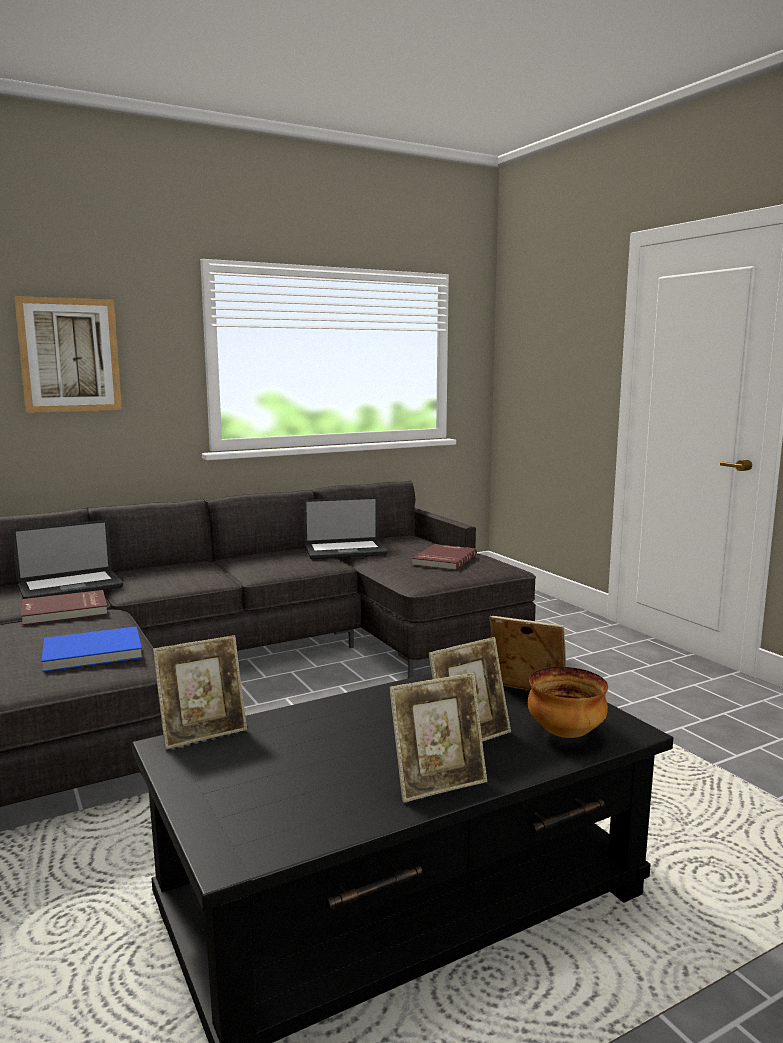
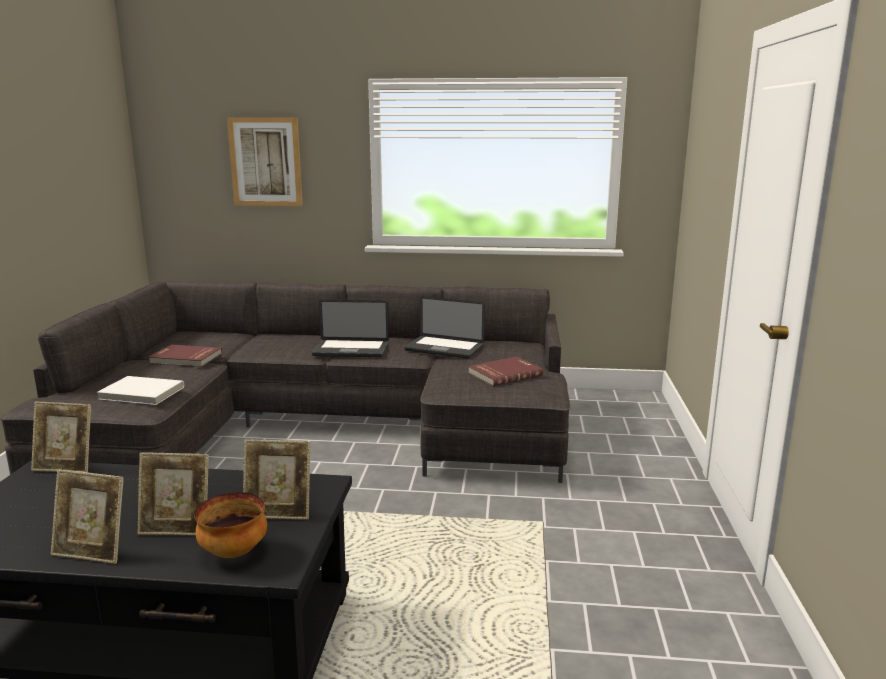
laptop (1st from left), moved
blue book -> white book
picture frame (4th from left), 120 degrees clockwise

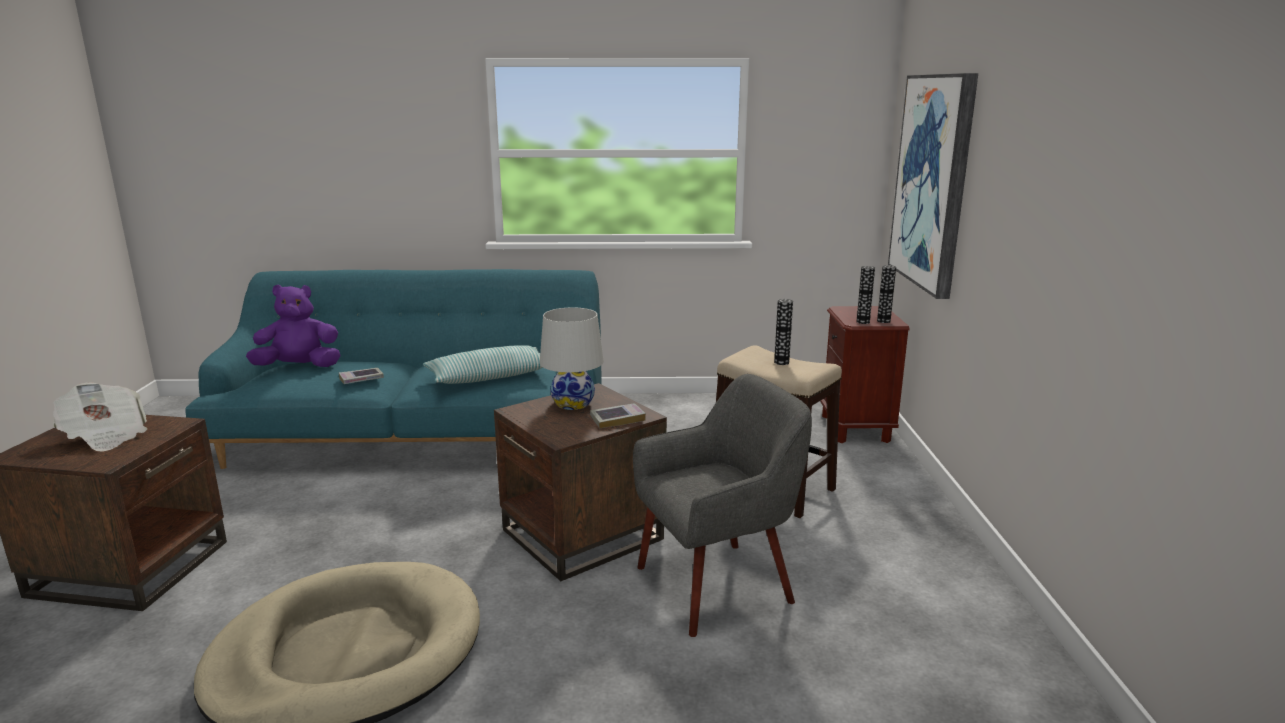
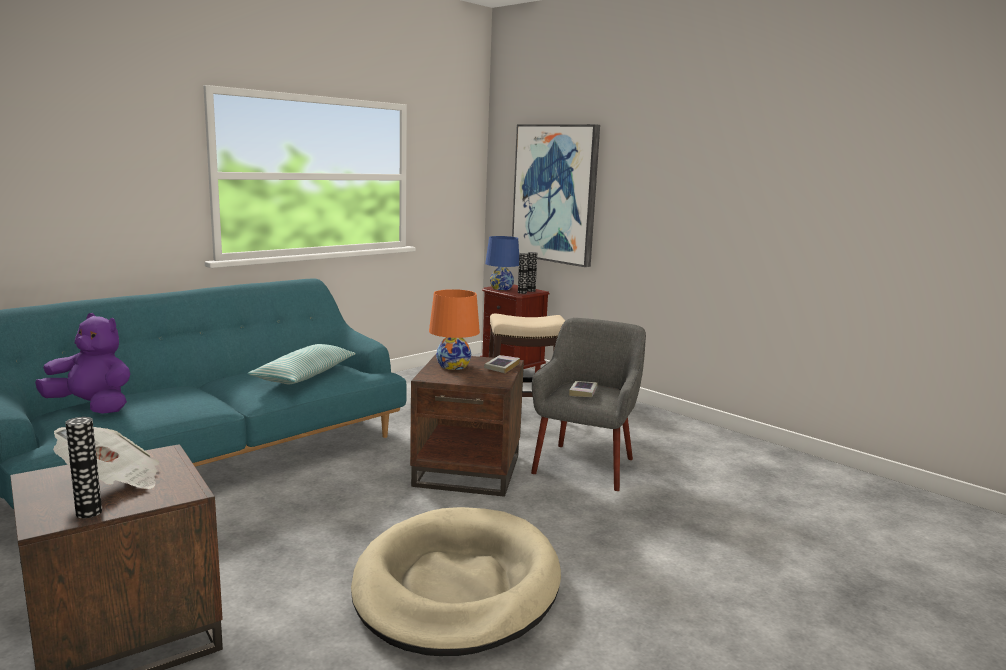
none -> blue table lamp
book (1st from left in the first image) -> book (2nd from left), moved
vase (1st from left), moved
white table lamp -> orange table lamp
purple plush toy, 75 degrees clockwise

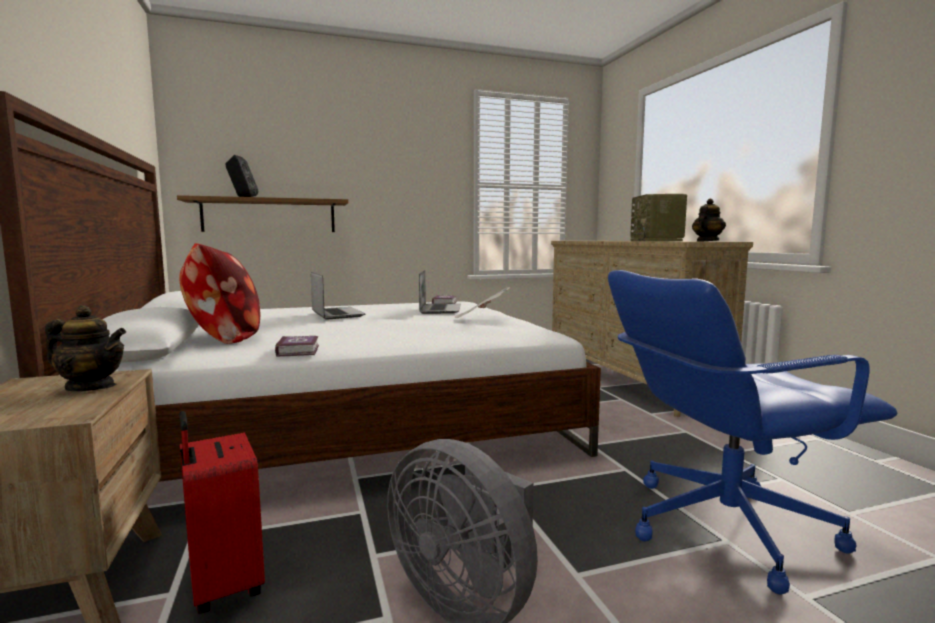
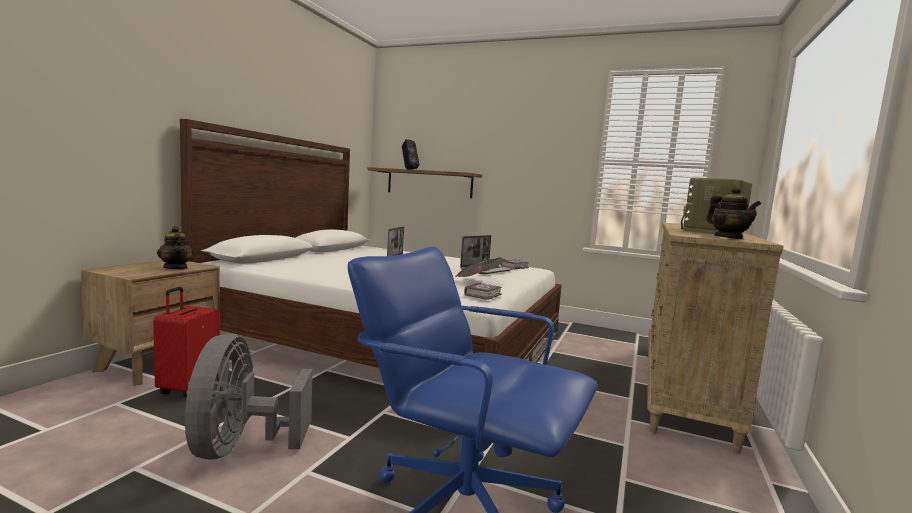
pillow -> none
book (1st from left), moved
teapot (2nd from left), 75 degrees clockwise

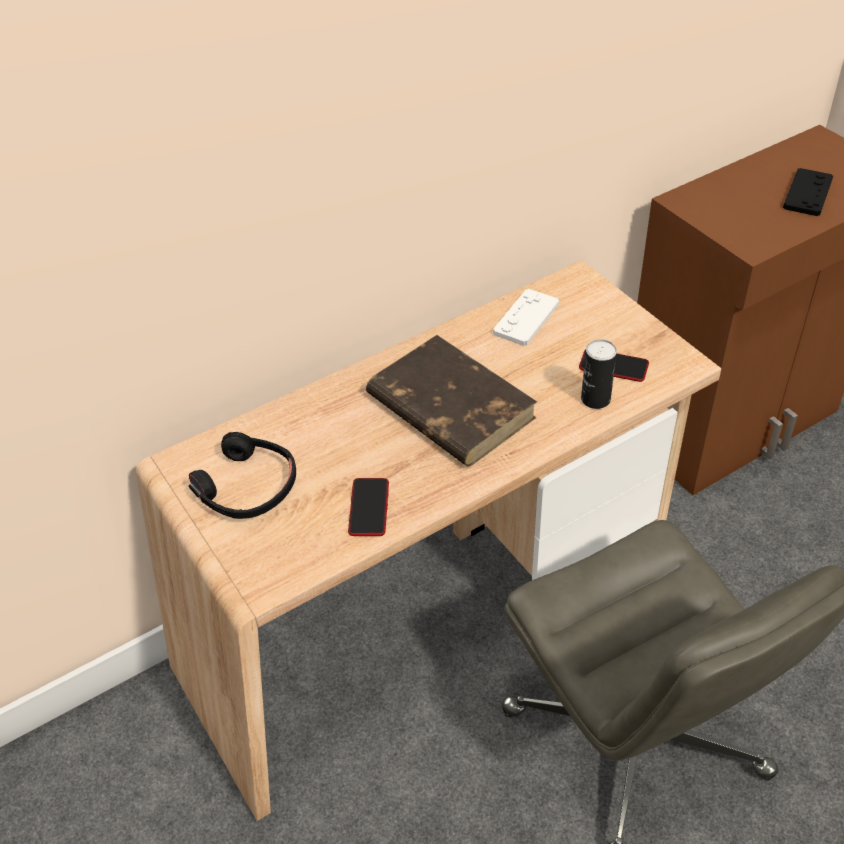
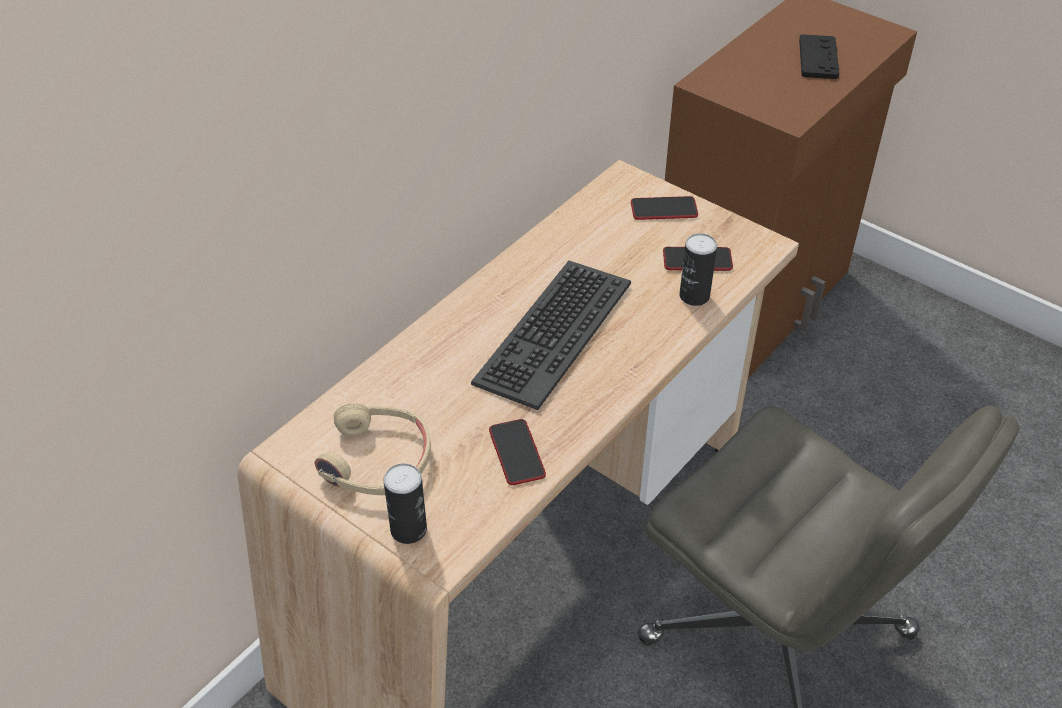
white game controller -> none
none -> can (1st from left)
none -> phone (2nd from left)
brown book -> keyboard
black headphones -> beige headphones

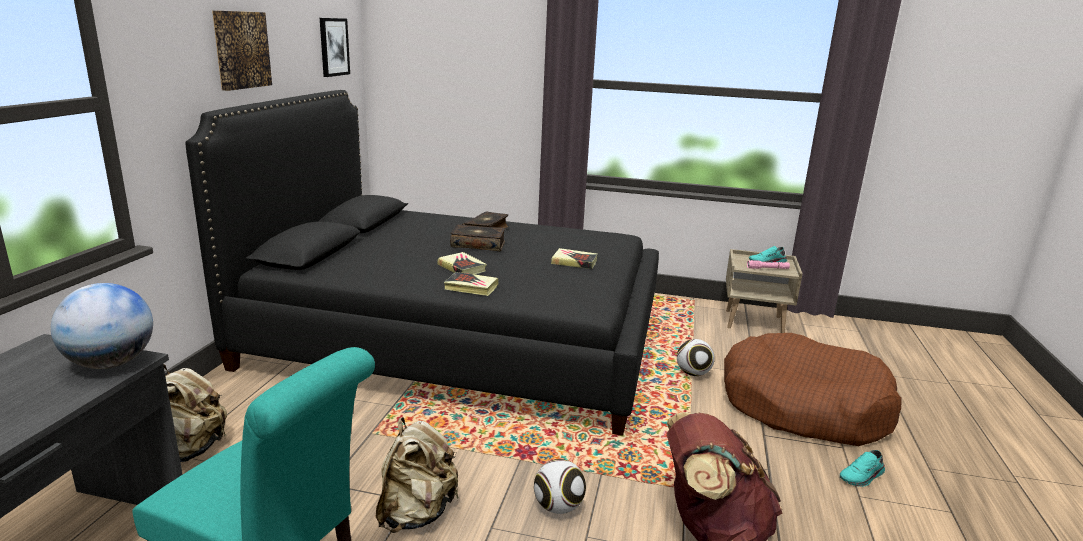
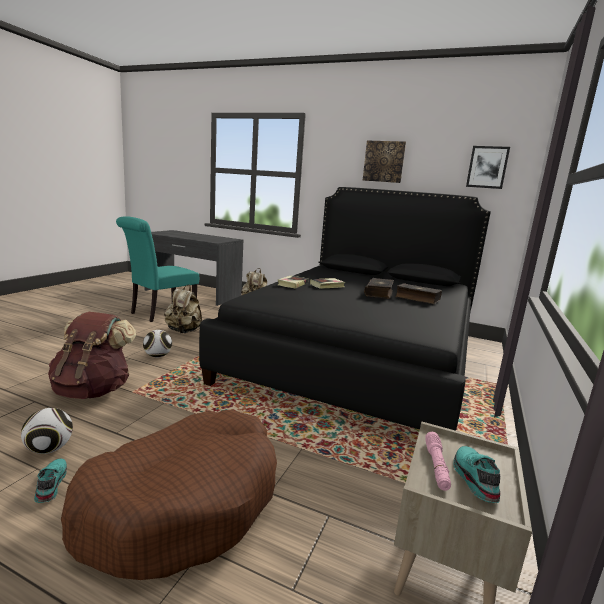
globe -> none
book (5th from left) -> none
football (2nd from left in the first image) -> football (1st from left), moved

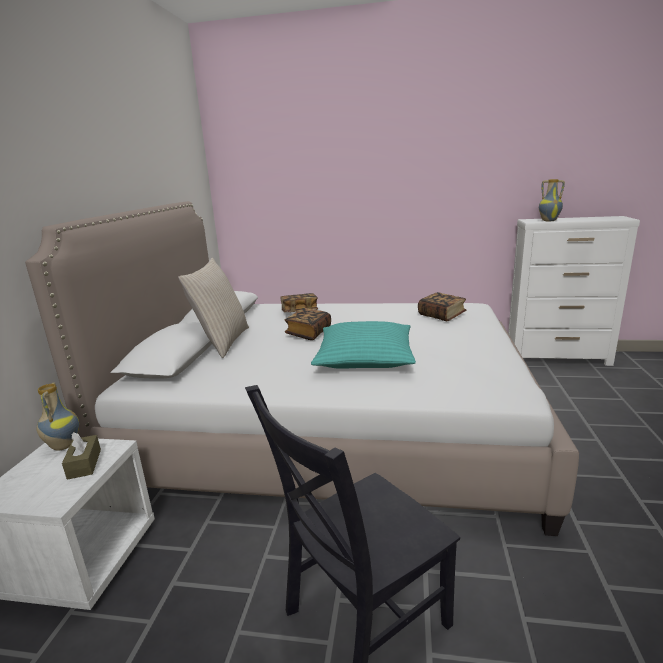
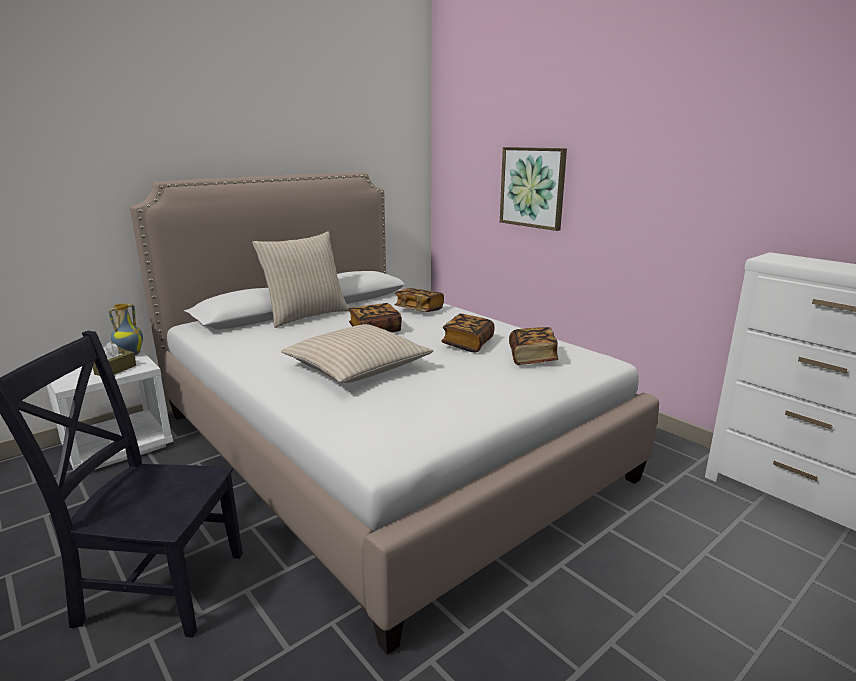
vase (2nd from left) -> none
none -> book (3rd from left)
none -> picture
turquoise pillow -> beige pillow (2nd from left)

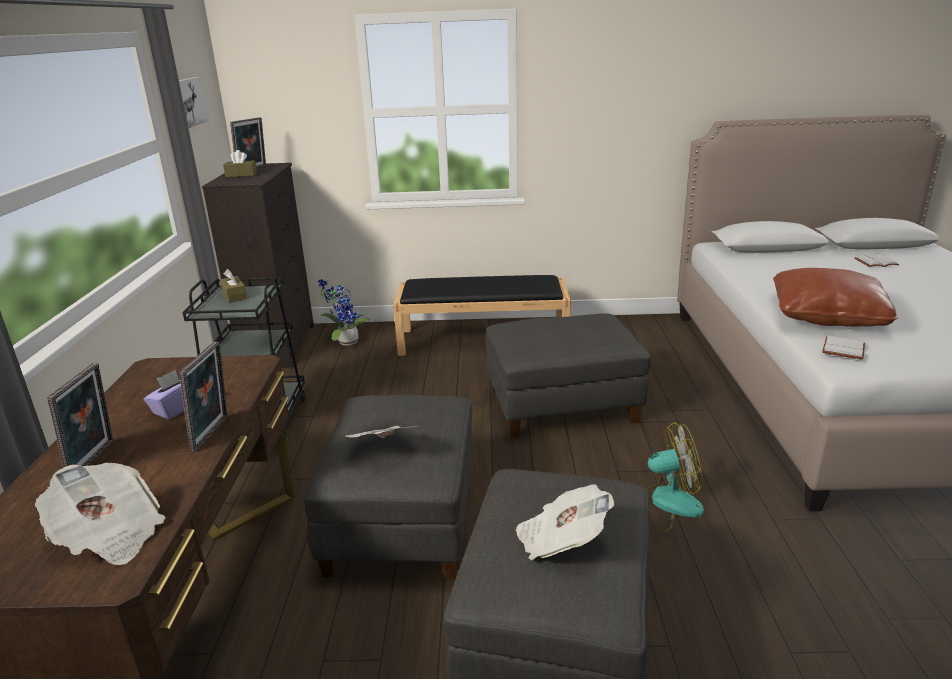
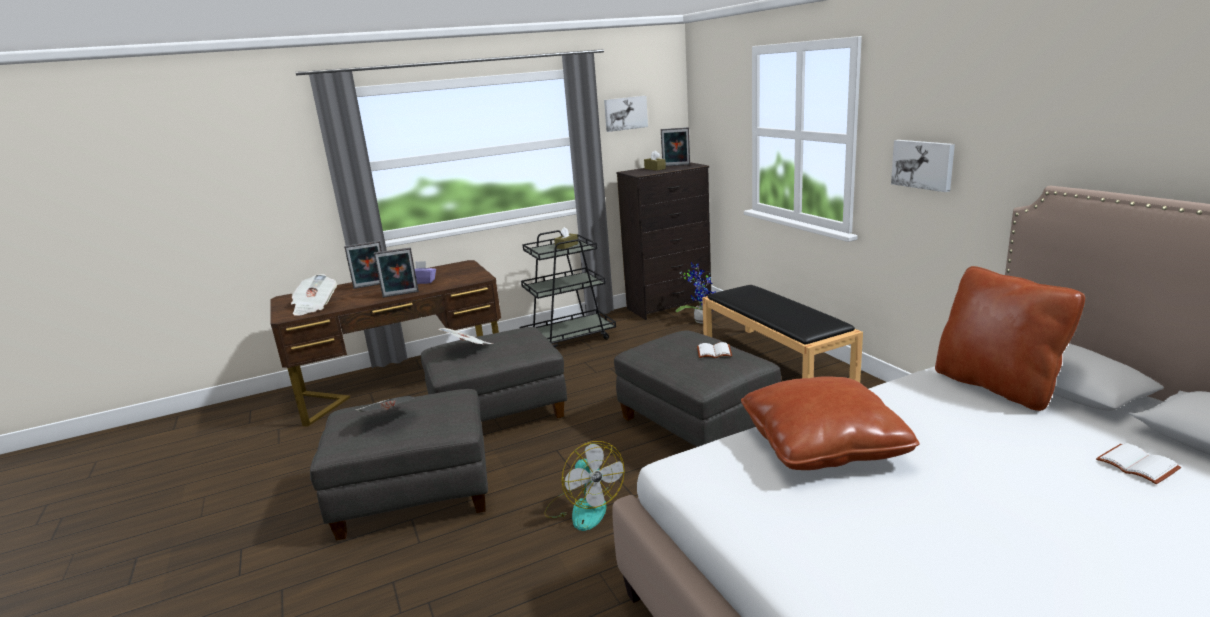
none -> picture (2nd from left)
none -> brown pillow (2nd from left)
white book (1st from left), moved

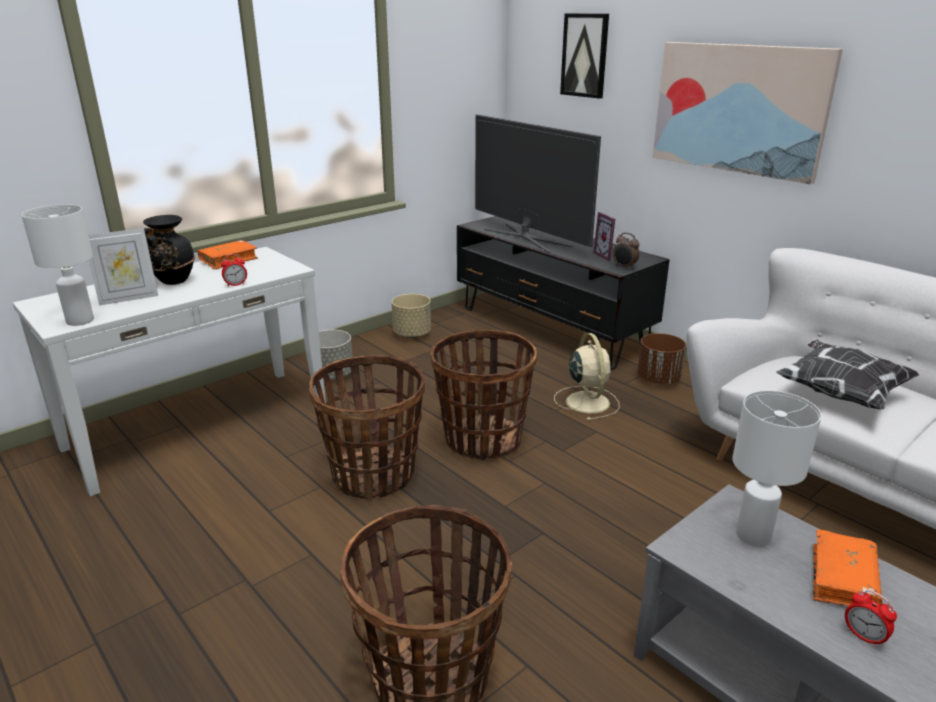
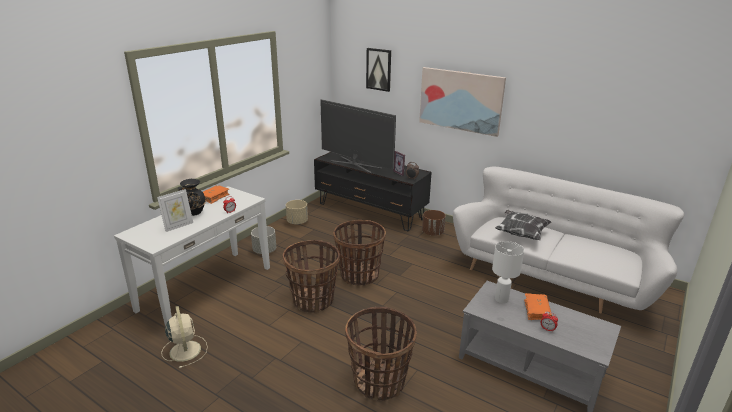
white table lamp (1st from left) -> none
beige fan, moved

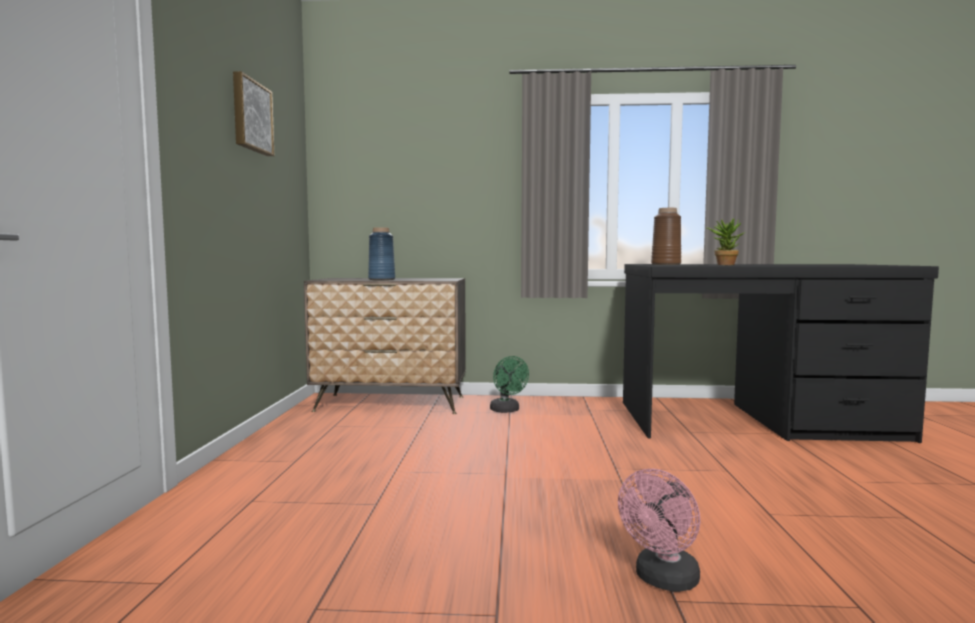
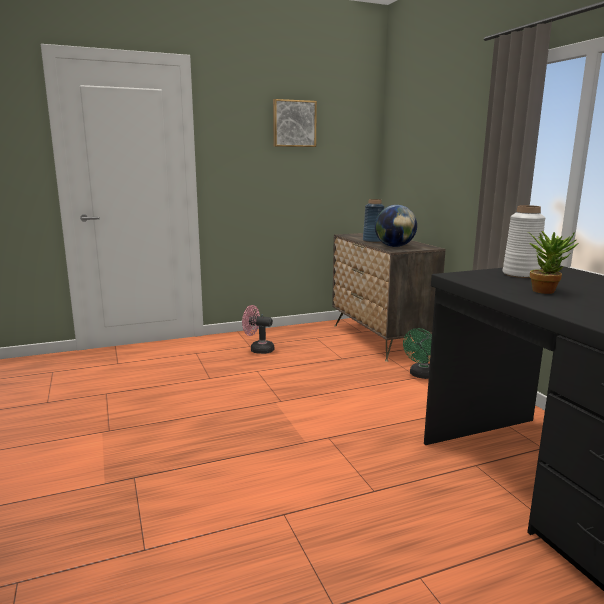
none -> globe
pink fan, moved
brown vase -> white vase

